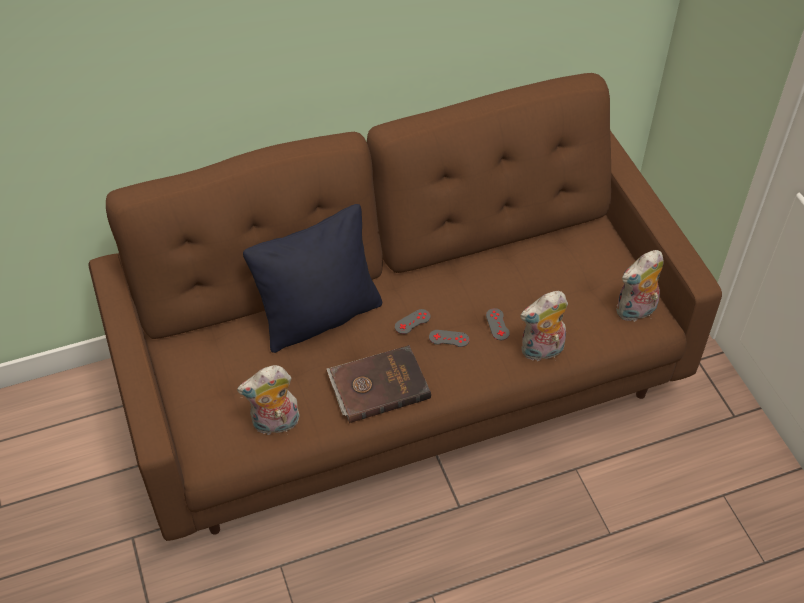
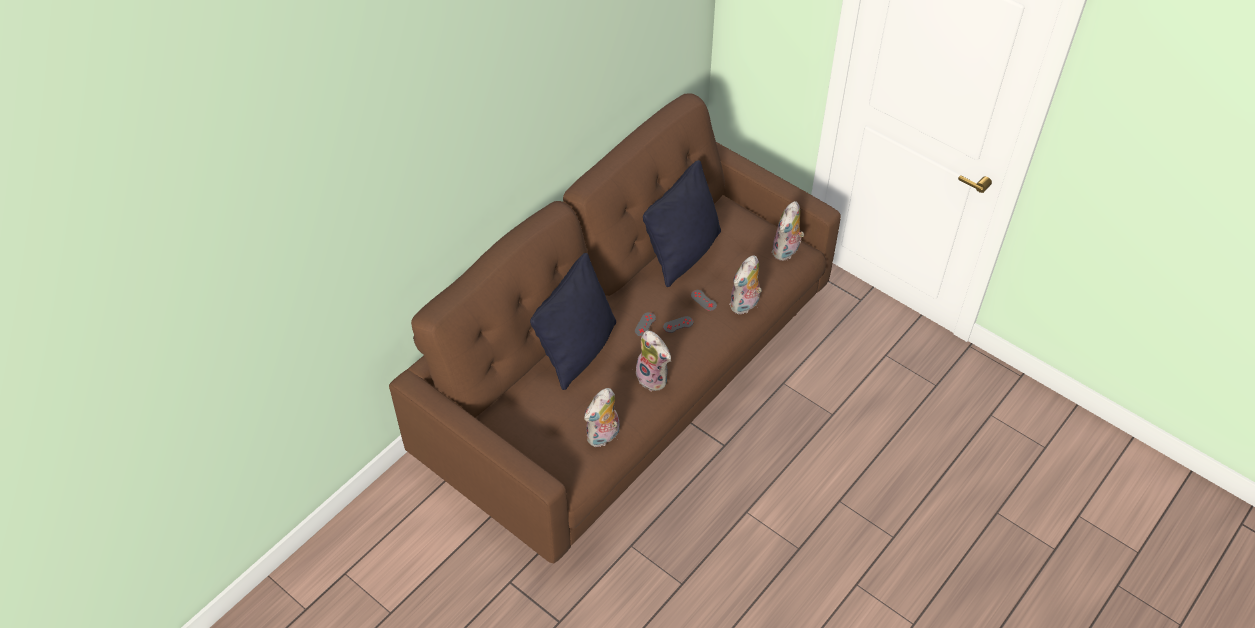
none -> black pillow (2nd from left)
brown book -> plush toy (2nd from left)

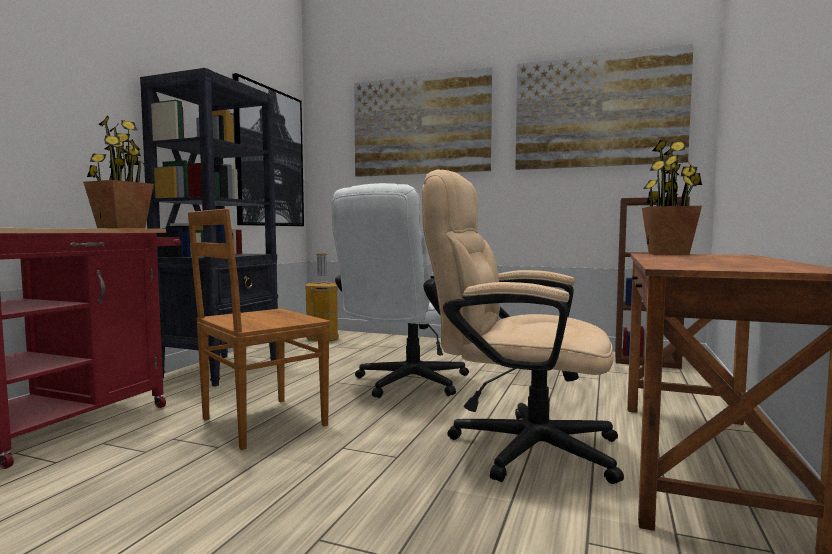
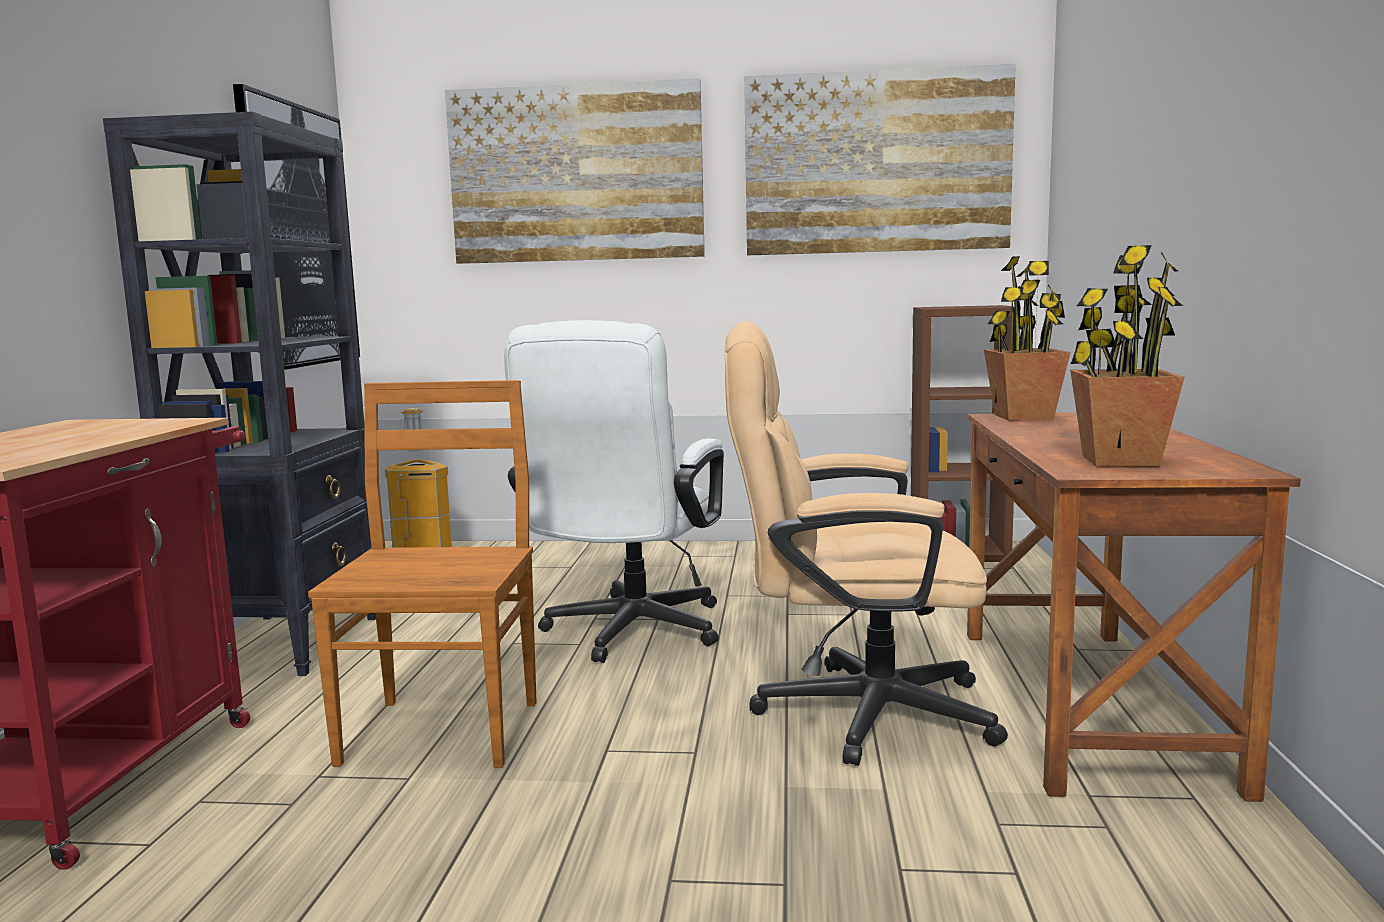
potted plant (1st from left in the first image) -> potted plant (2nd from left), moved
brown chair, 150 degrees clockwise

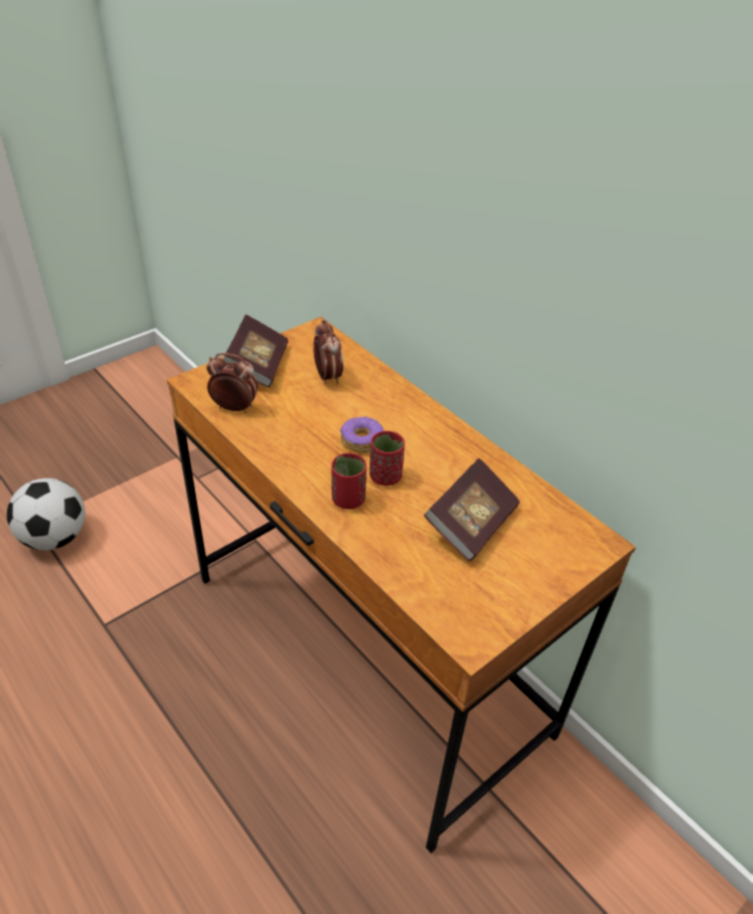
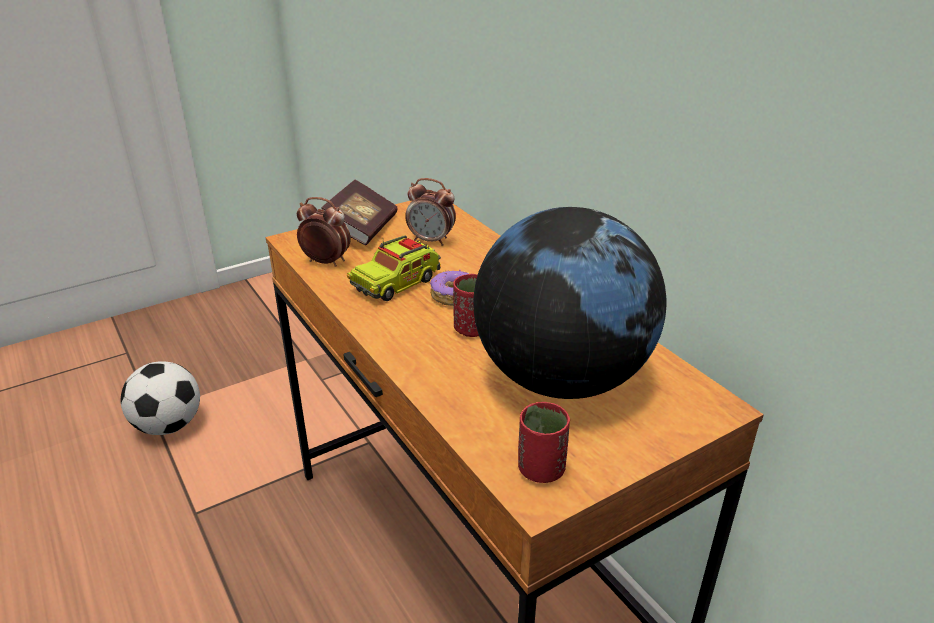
none -> toy truck
red cup (1st from left in the first image) -> red cup (2nd from left), moved
book (2nd from left) -> globe
alarm clock (2nd from left), 120 degrees clockwise

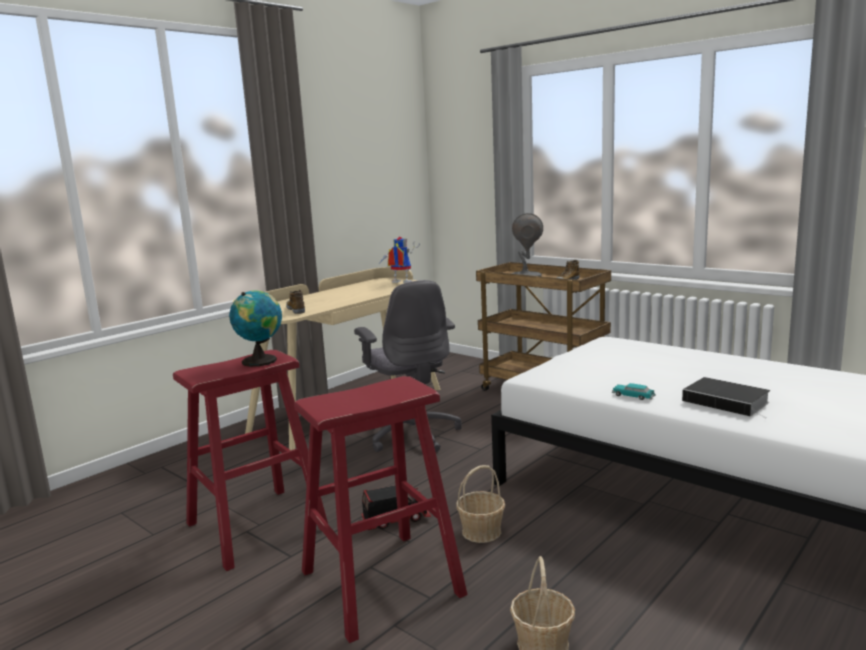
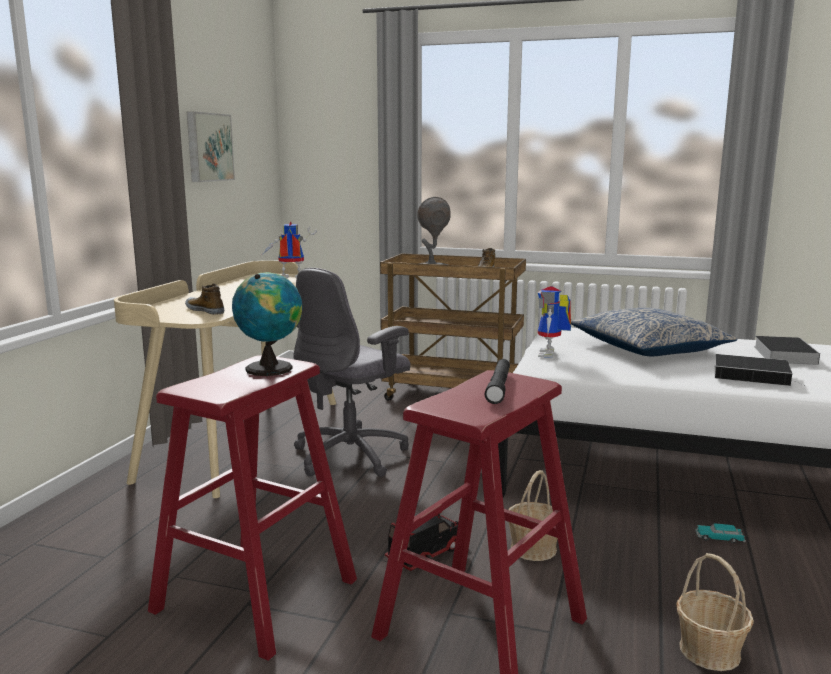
none -> picture
none -> black flashlight
none -> toy robot (2nd from left)
none -> pillow
none -> book (2nd from left)
toy car, moved
grey office chair, 90 degrees clockwise

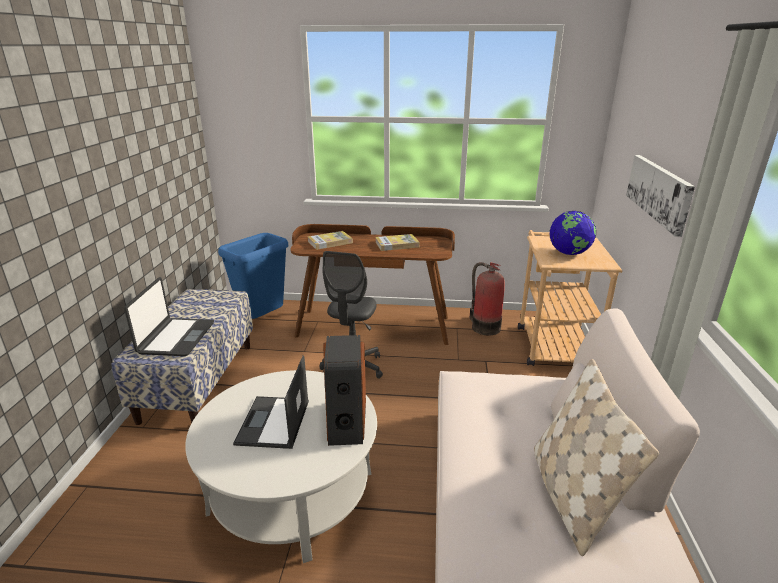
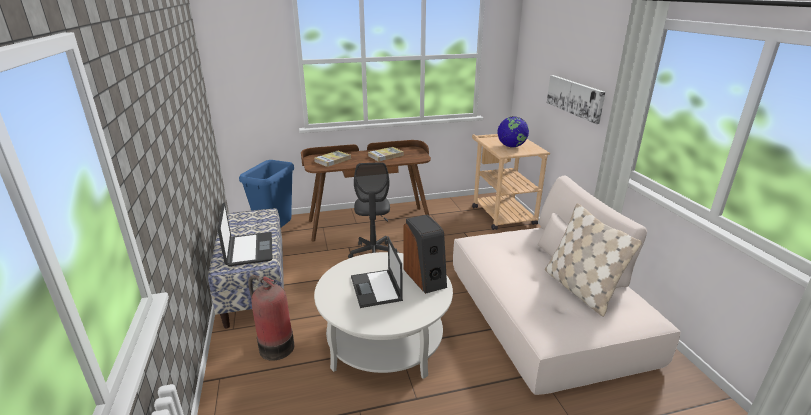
fire extinguisher, moved

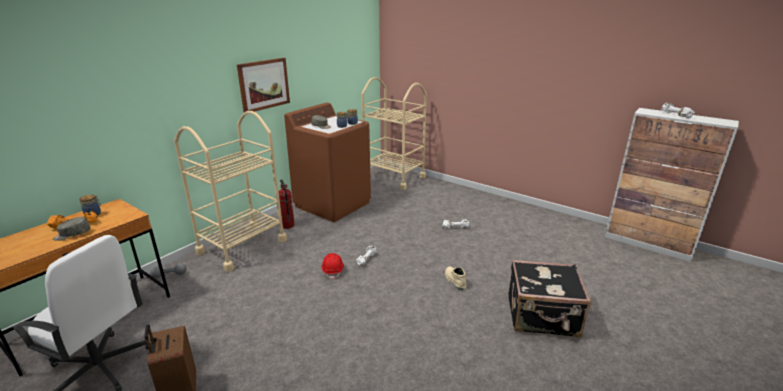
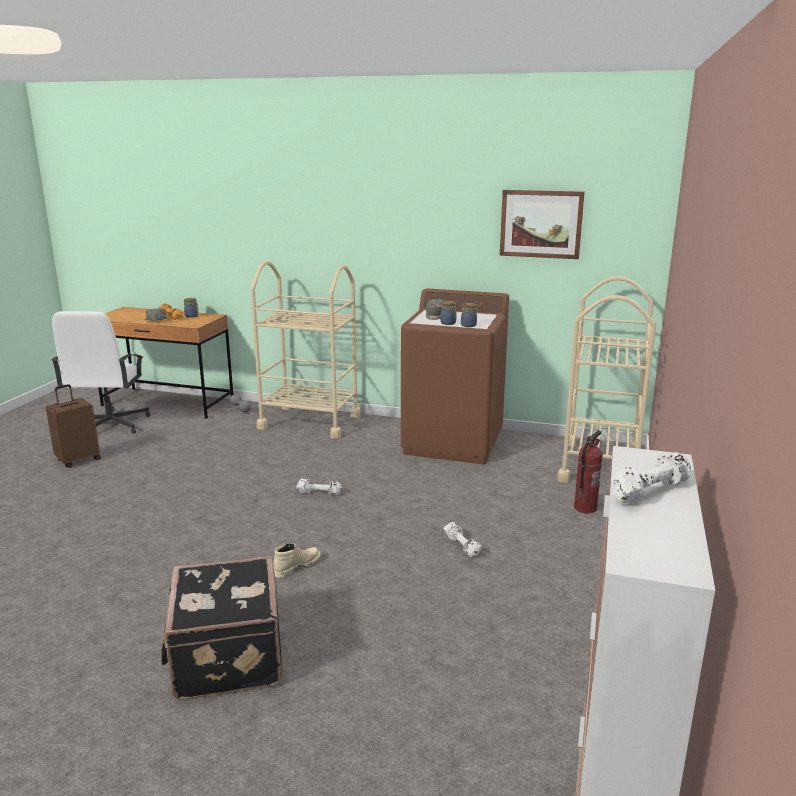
red hard hat -> none
picture, moved
fire extinguisher, moved

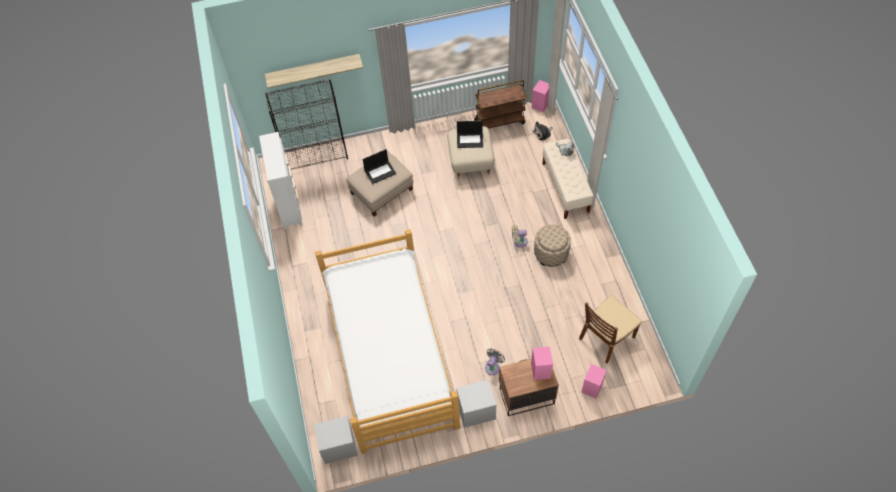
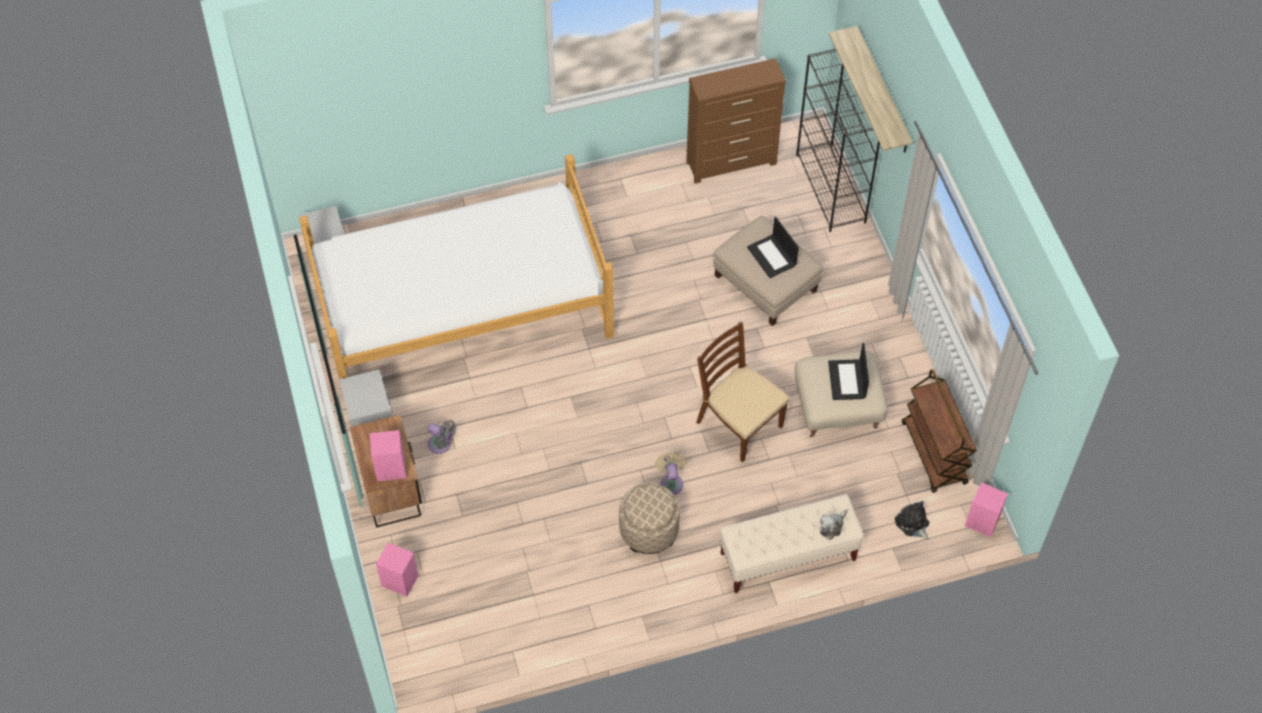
brown chair, moved
white dresser -> brown dresser

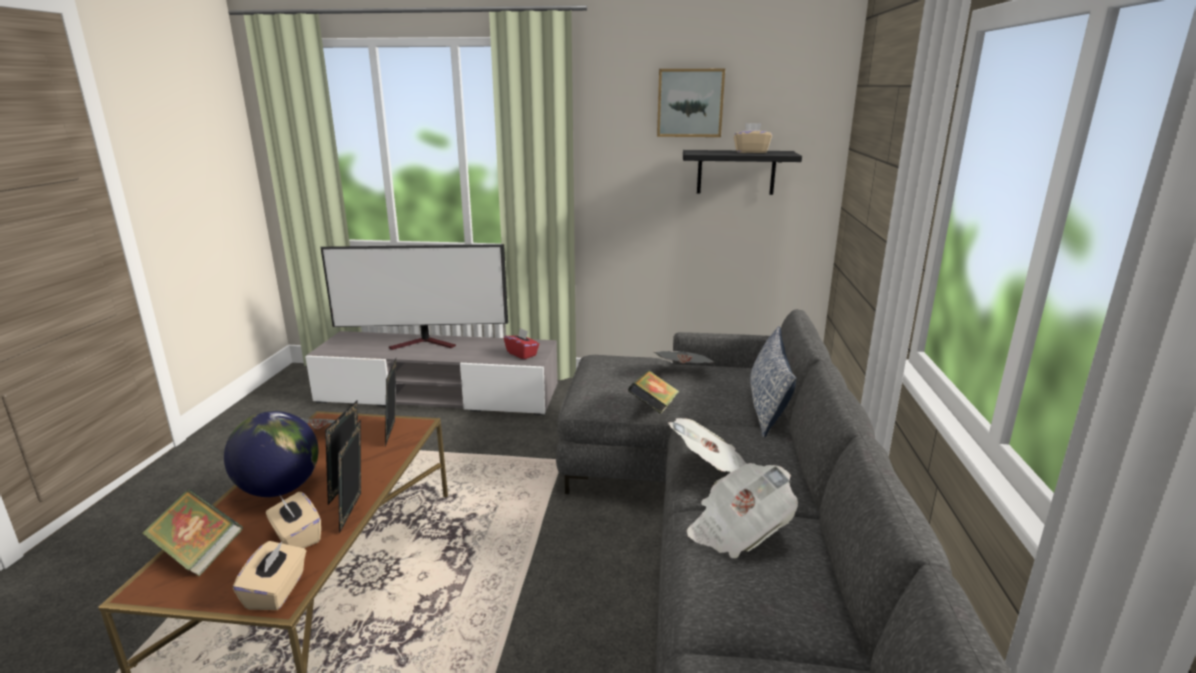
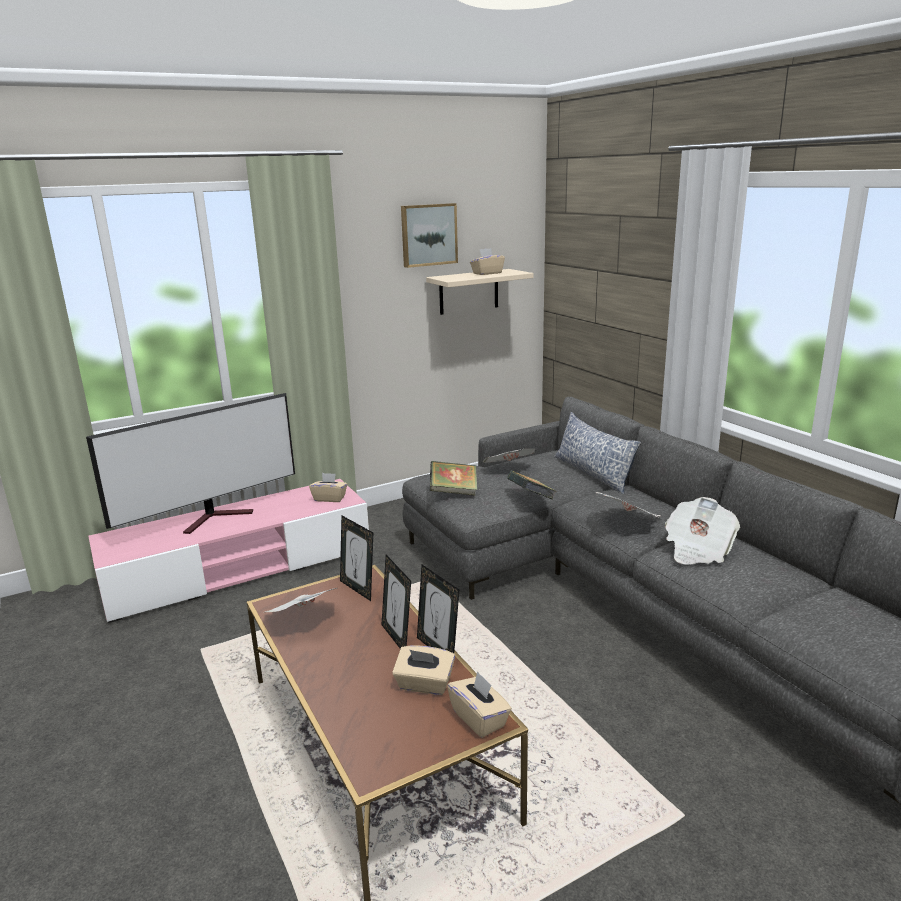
globe -> none
book (1st from left), moved
grey tv stand -> pink tv stand
red tissue box -> beige tissue box (1st from left)
black shelf -> beige shelf

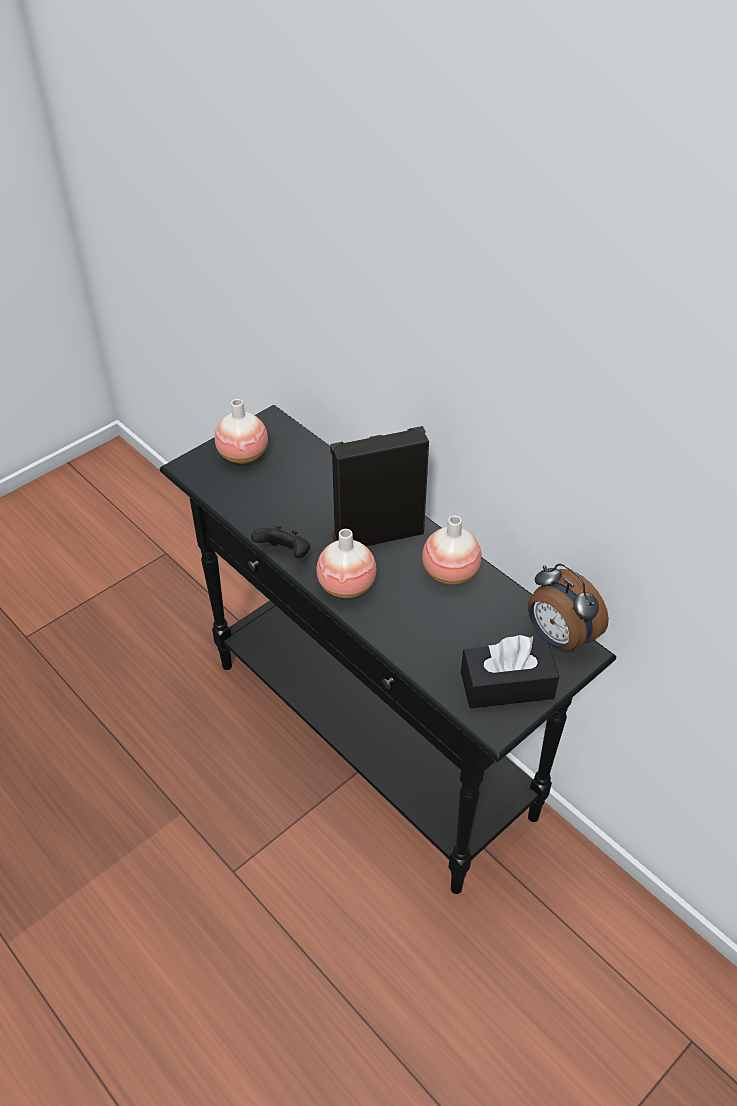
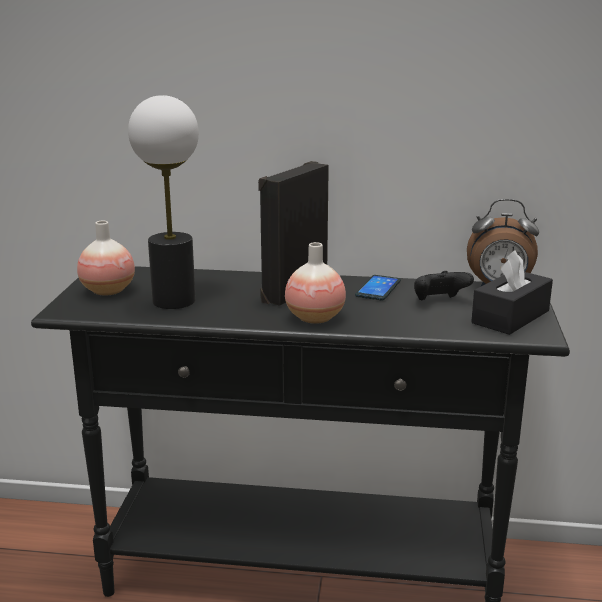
none -> table lamp
black game controller, moved
vase (3rd from left) -> phone

